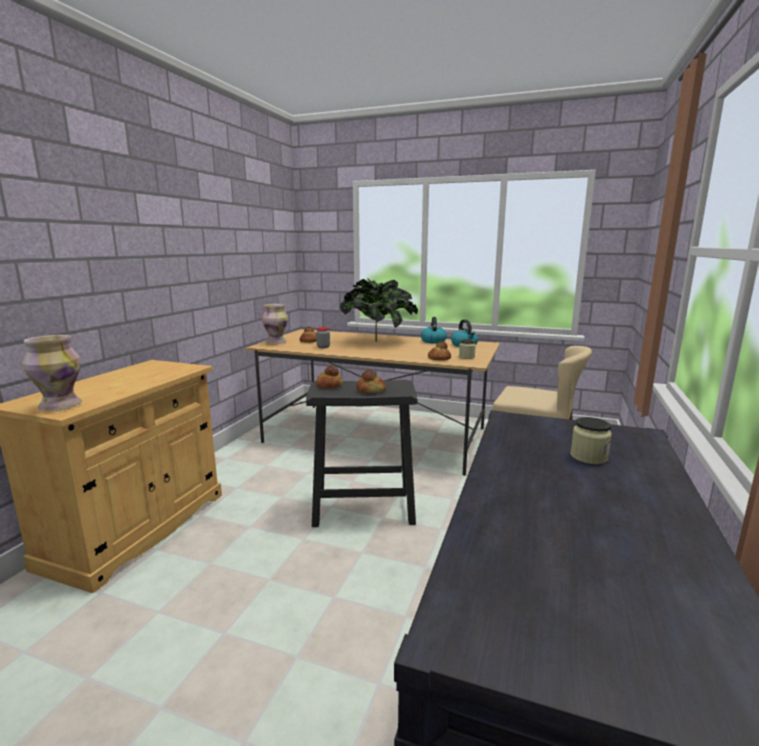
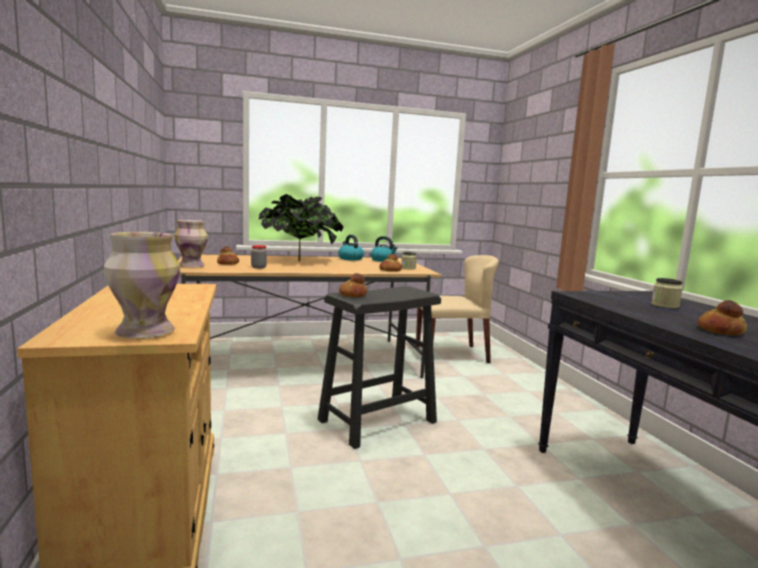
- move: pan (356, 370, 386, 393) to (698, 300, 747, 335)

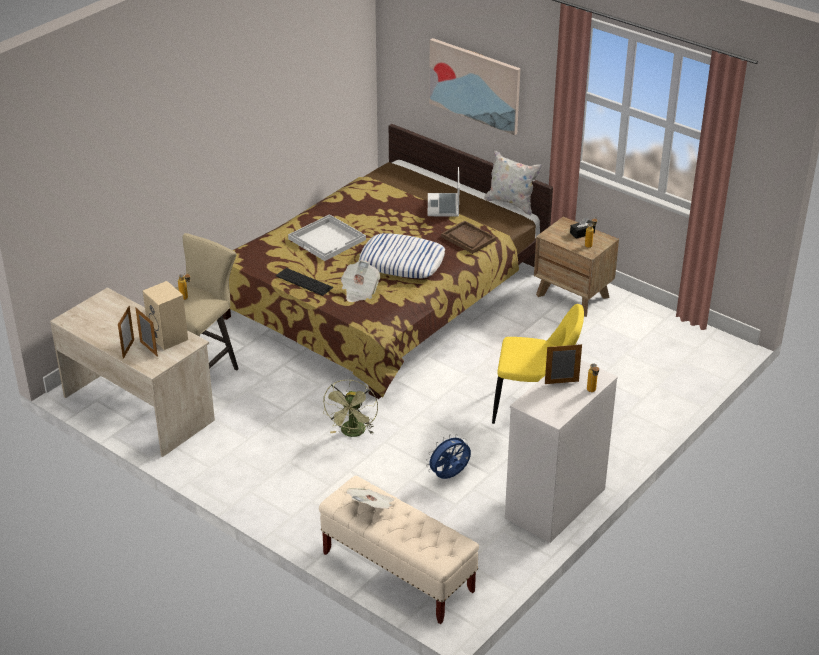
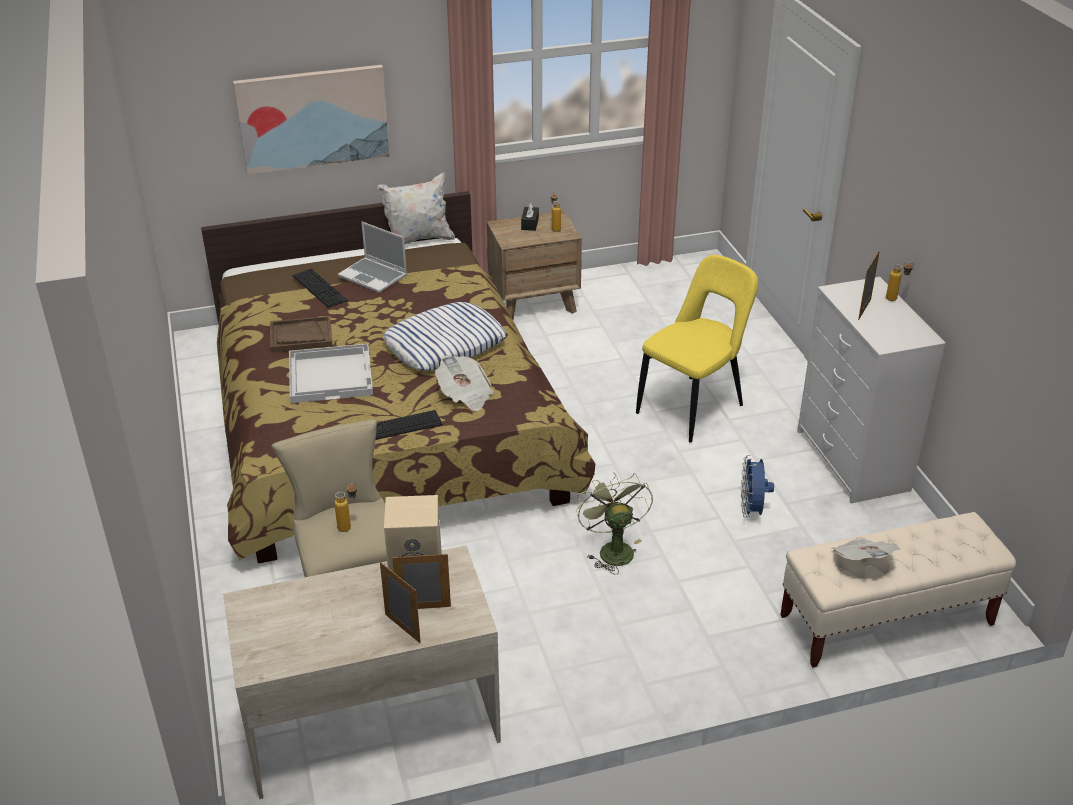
- move: bandeja (marrón) (441, 221, 496, 254) to (270, 316, 333, 352)
- rotate: ventilador (verde) (323, 379, 378, 437) = (576, 473, 653, 574) 150 degrees counterclockwise
- insert: teclado (292, 269, 348, 308)

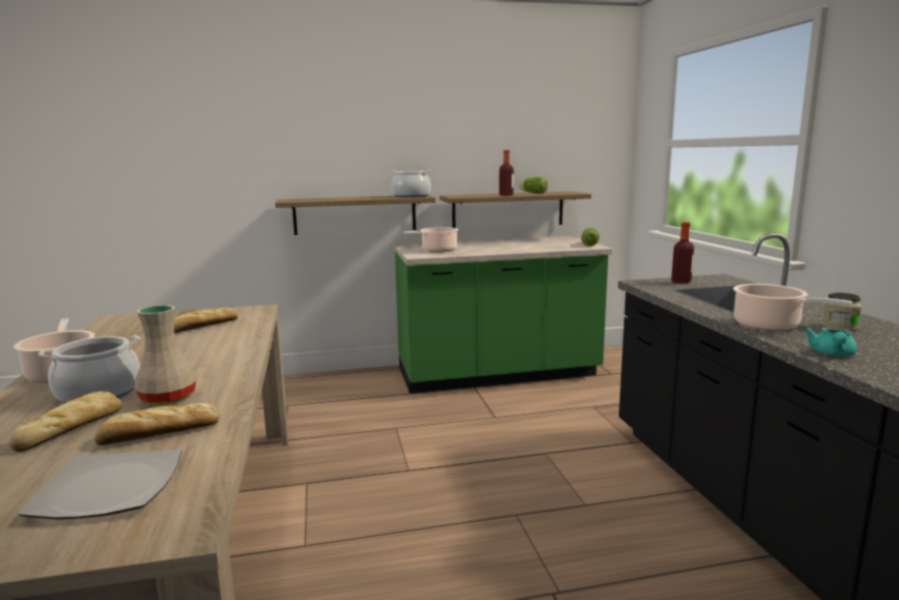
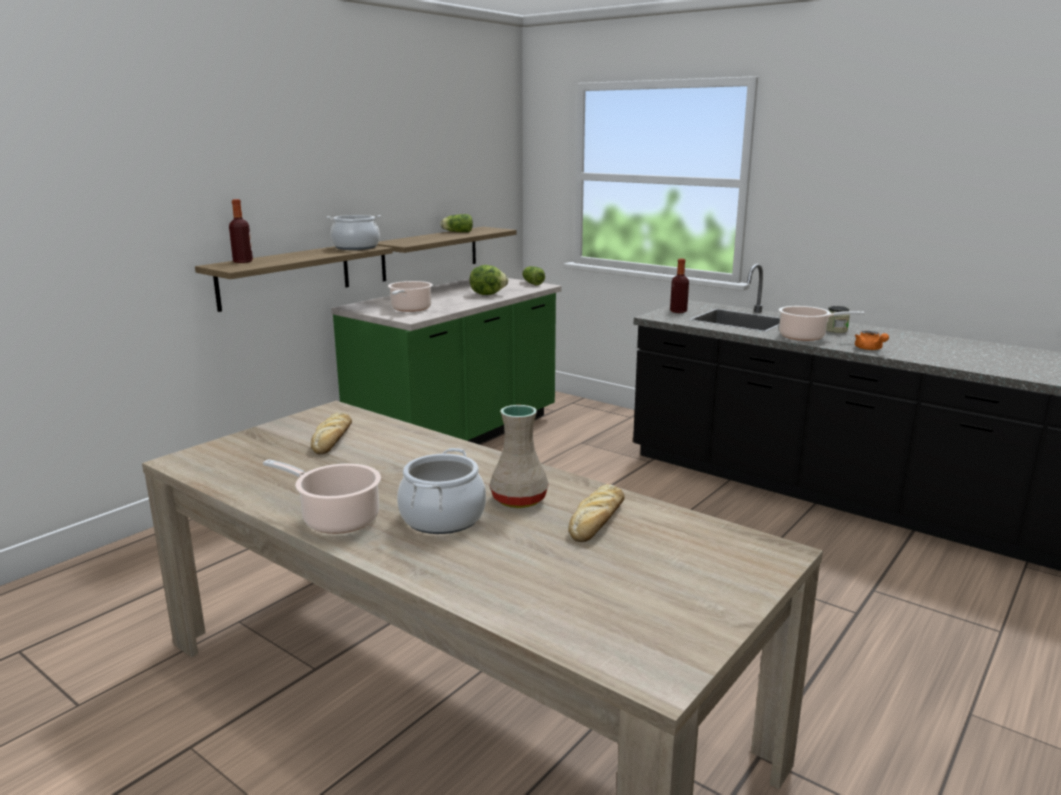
- move: botella (499, 150, 514, 196) to (229, 199, 253, 263)
- recolor: tetera (turquesa) (804, 327, 857, 356) to tetera (naranja) (855, 331, 889, 350)
- delete: pan (9, 391, 122, 452)
- delete: plato (19, 449, 182, 519)
- insert: lechuga (470, 265, 509, 295)

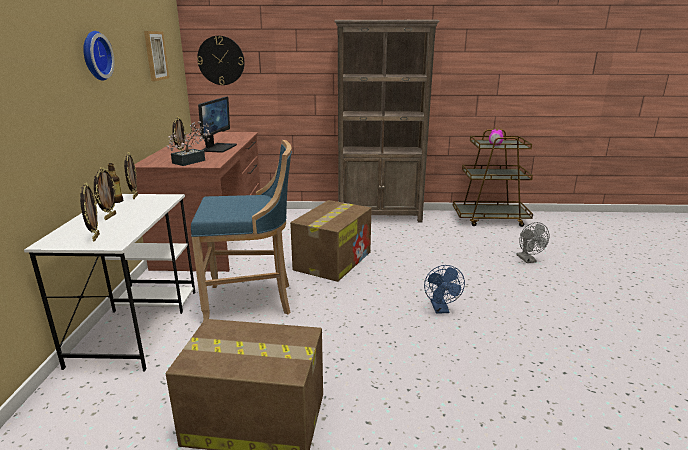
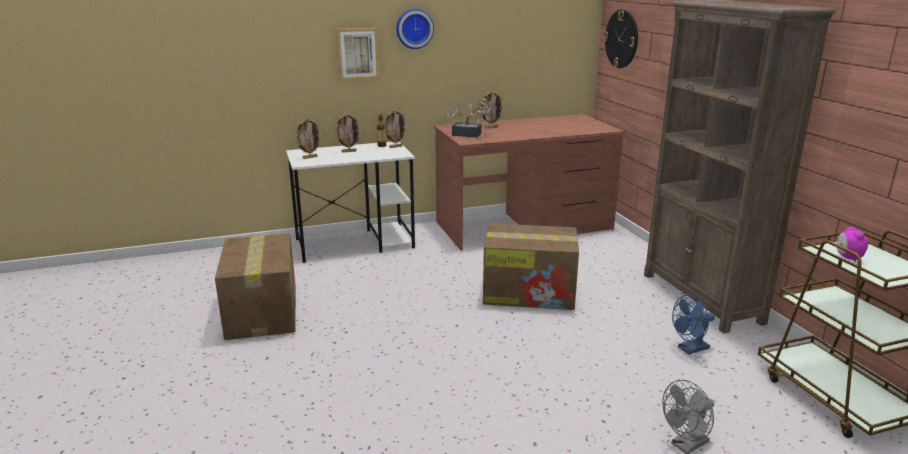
- move: cuadro (144, 31, 169, 81) to (336, 28, 380, 81)
- delete: monitor (198, 97, 237, 153)
- delete: taburete (azul) (191, 140, 292, 321)
- move: ventilador (azul) (424, 265, 465, 314) to (672, 294, 715, 354)

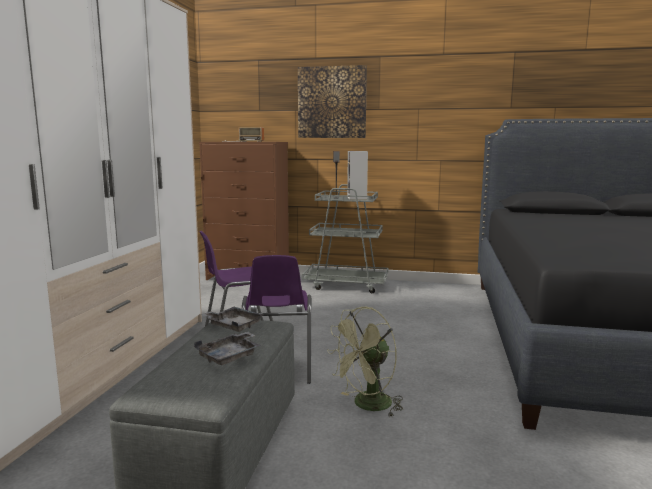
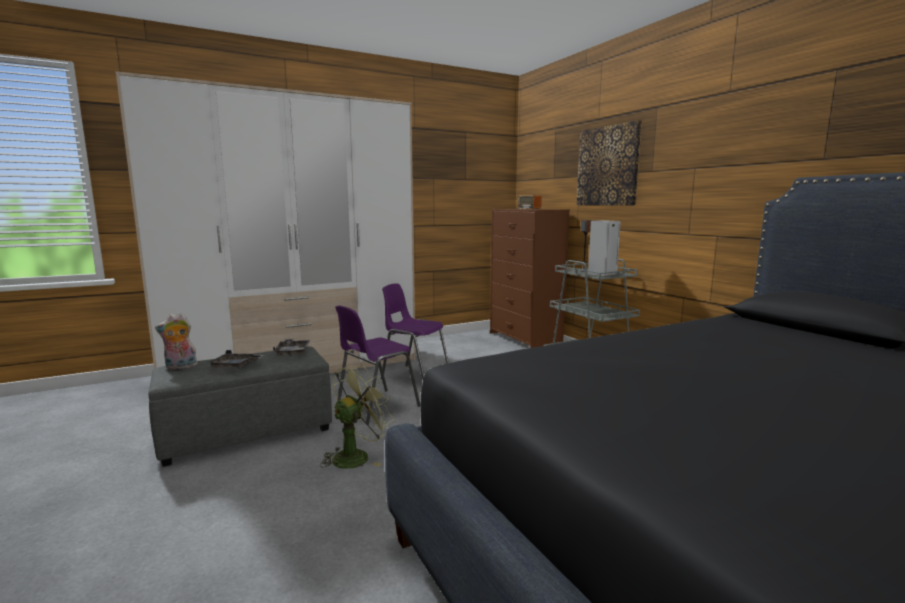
- rotate: ventilador (verde) (327, 306, 403, 418) = (320, 364, 394, 469) 120 degrees clockwise
- insert: peluche (155, 313, 198, 370)

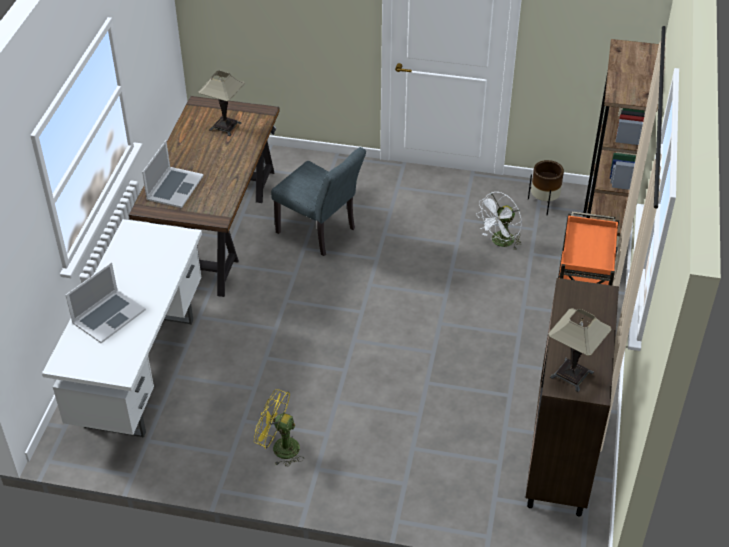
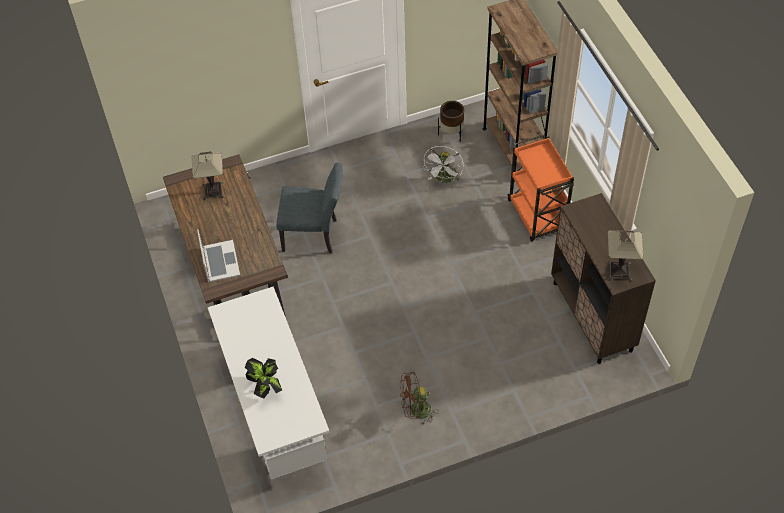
- replace: portátil (66, 262, 146, 343) to planta en maceta (245, 358, 282, 399)
- recolor: ventilador (amarillo) (254, 389, 304, 467) to ventilador (marrón) (400, 372, 437, 425)

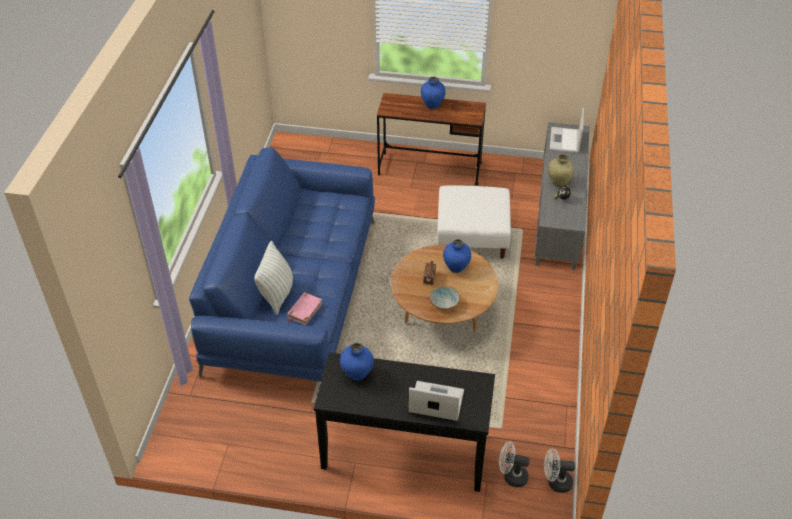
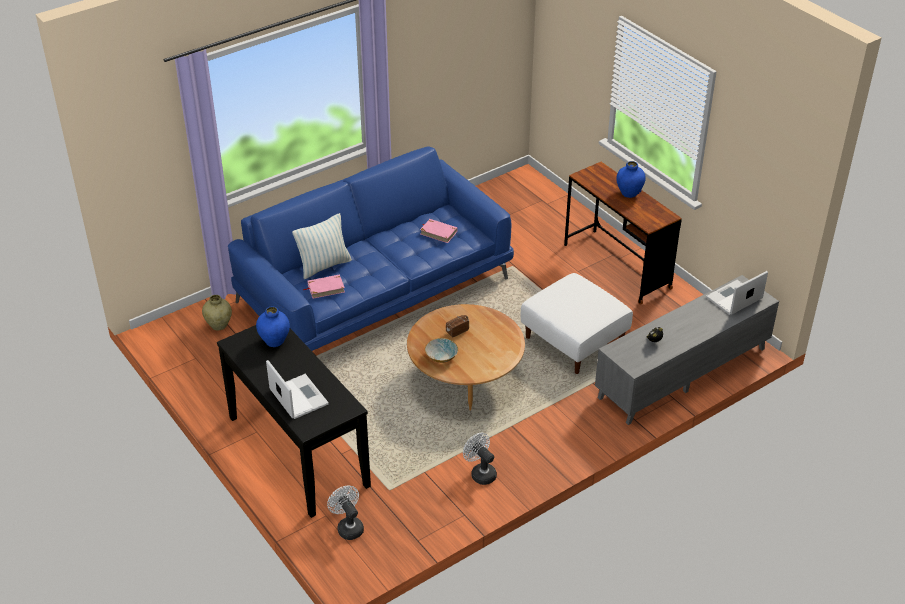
- move: florero (beis) (548, 154, 574, 187) to (202, 295, 232, 330)
- delete: florero (azul) (443, 239, 471, 273)
- move: ventilador (blanco) (544, 448, 575, 493) to (463, 433, 497, 485)
- insert: libro (rosa) (420, 219, 458, 243)

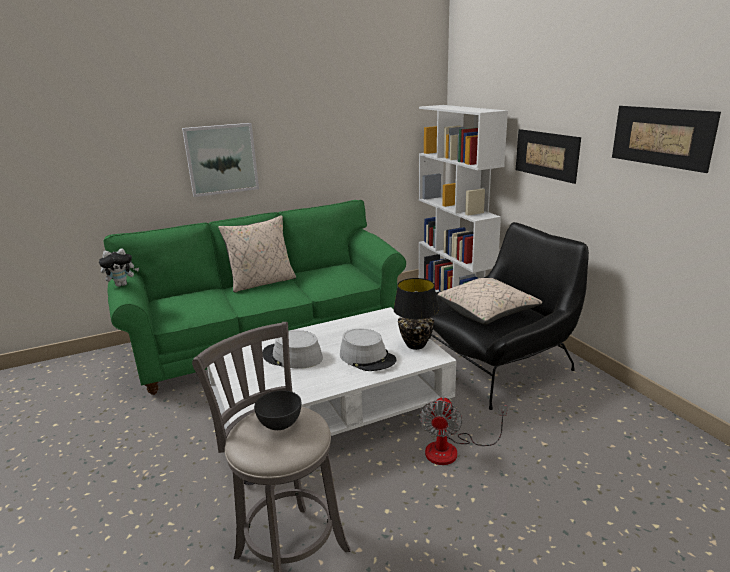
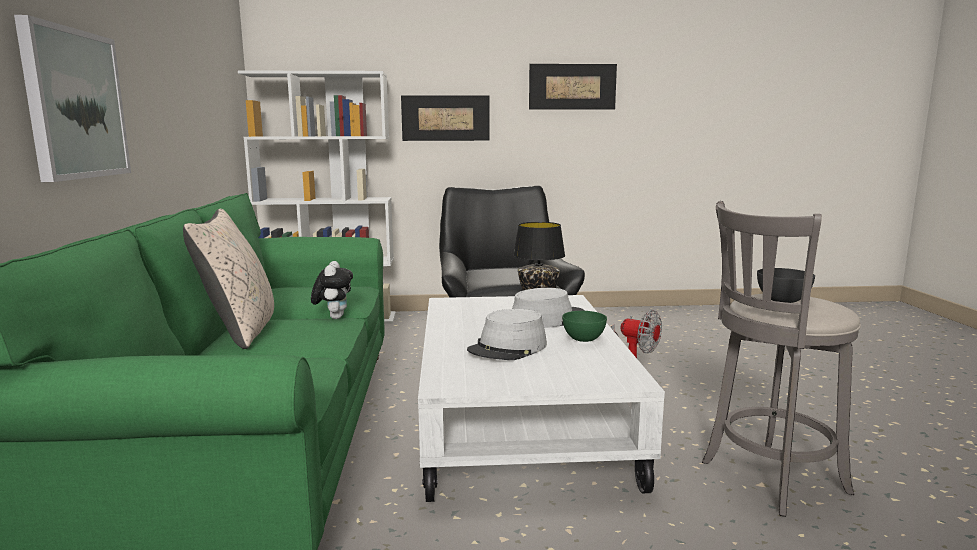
- move: peluche (99, 248, 139, 287) to (311, 261, 353, 319)
- delete: cojín (beis) (437, 278, 542, 324)
- insert: cuenco (verde) (562, 311, 607, 342)

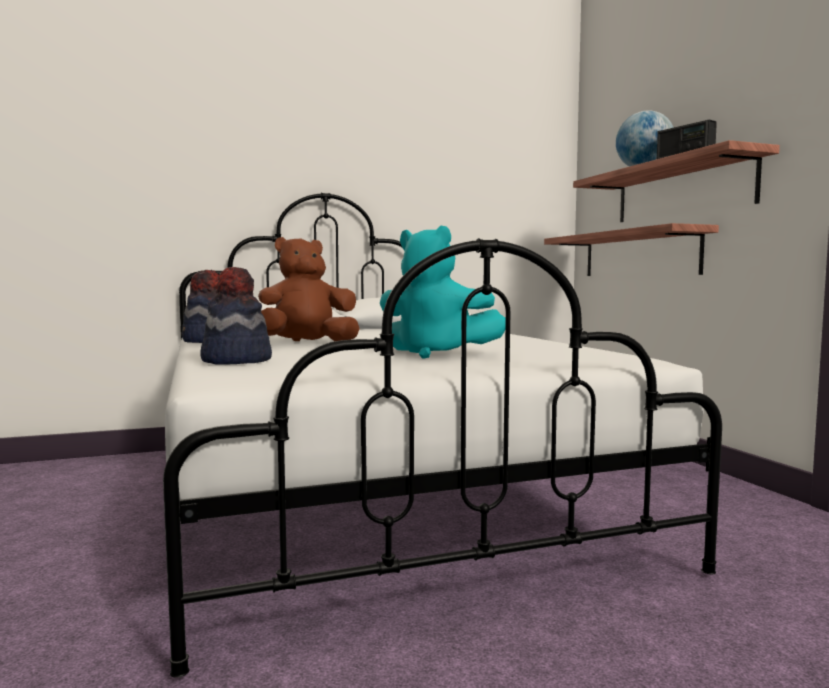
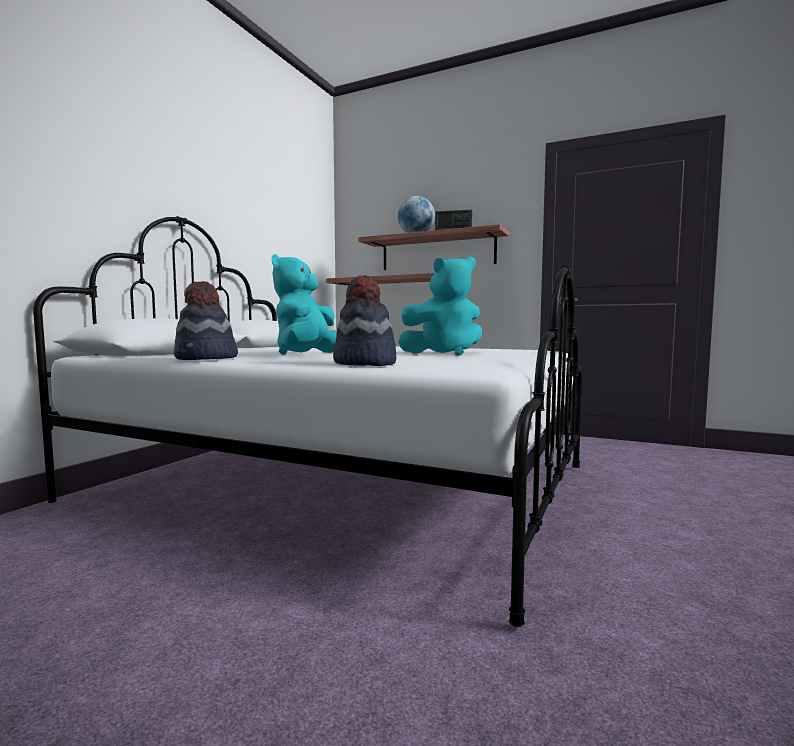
- recolor: peluche (marrón) (258, 237, 360, 341) to peluche (turquesa) (272, 254, 337, 355)

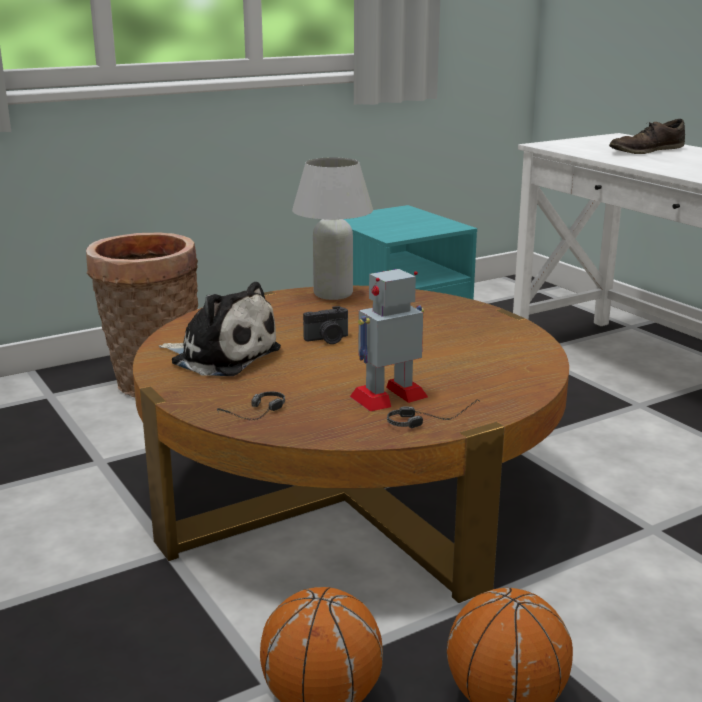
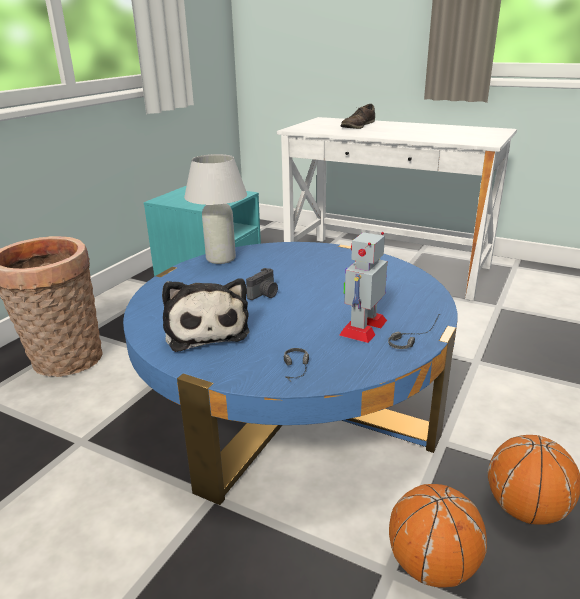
- rotate: peluche (159, 282, 281, 376) = (162, 278, 249, 352) 75 degrees clockwise
- recolor: mesa de centro (marrón) (133, 286, 569, 603) to mesa de centro (azul) (123, 242, 458, 505)

